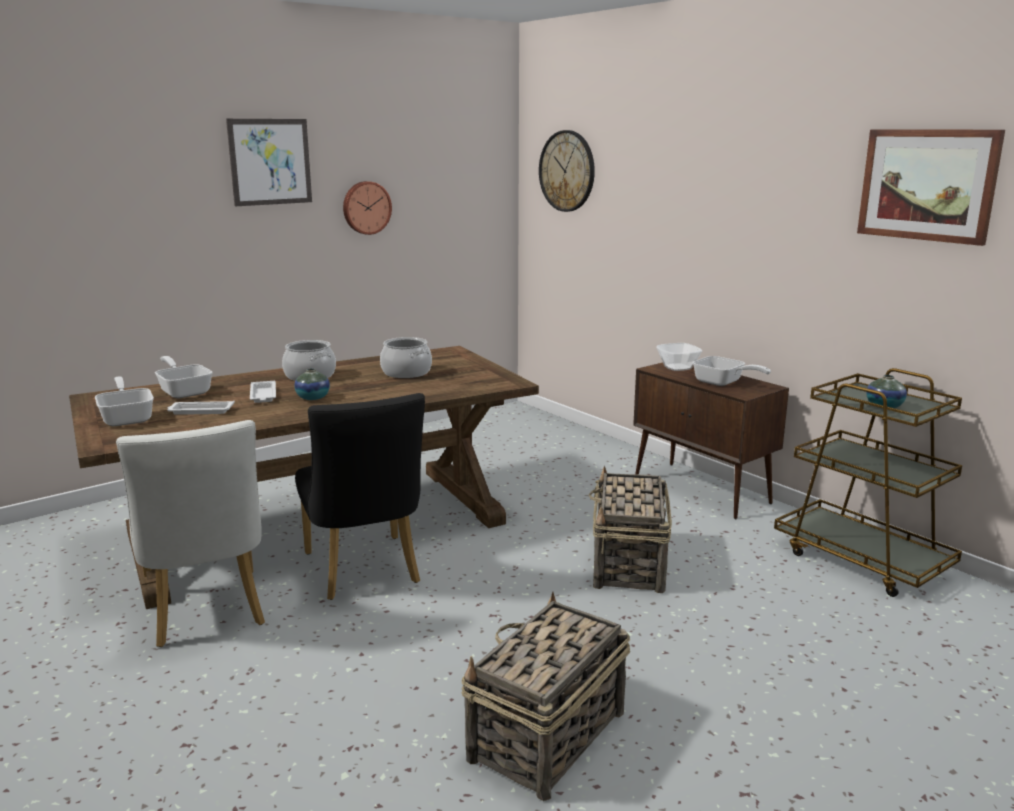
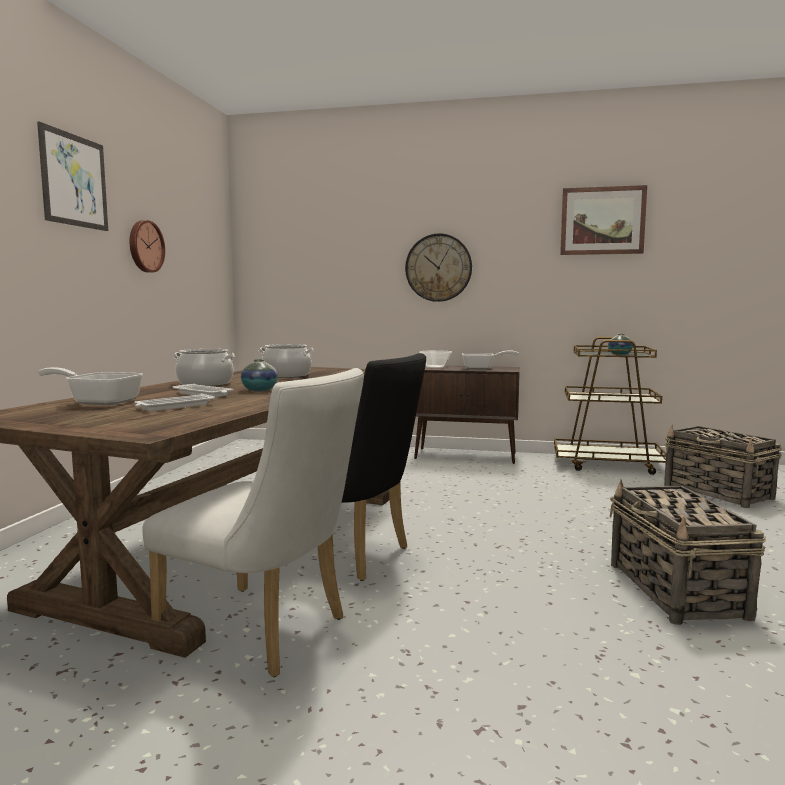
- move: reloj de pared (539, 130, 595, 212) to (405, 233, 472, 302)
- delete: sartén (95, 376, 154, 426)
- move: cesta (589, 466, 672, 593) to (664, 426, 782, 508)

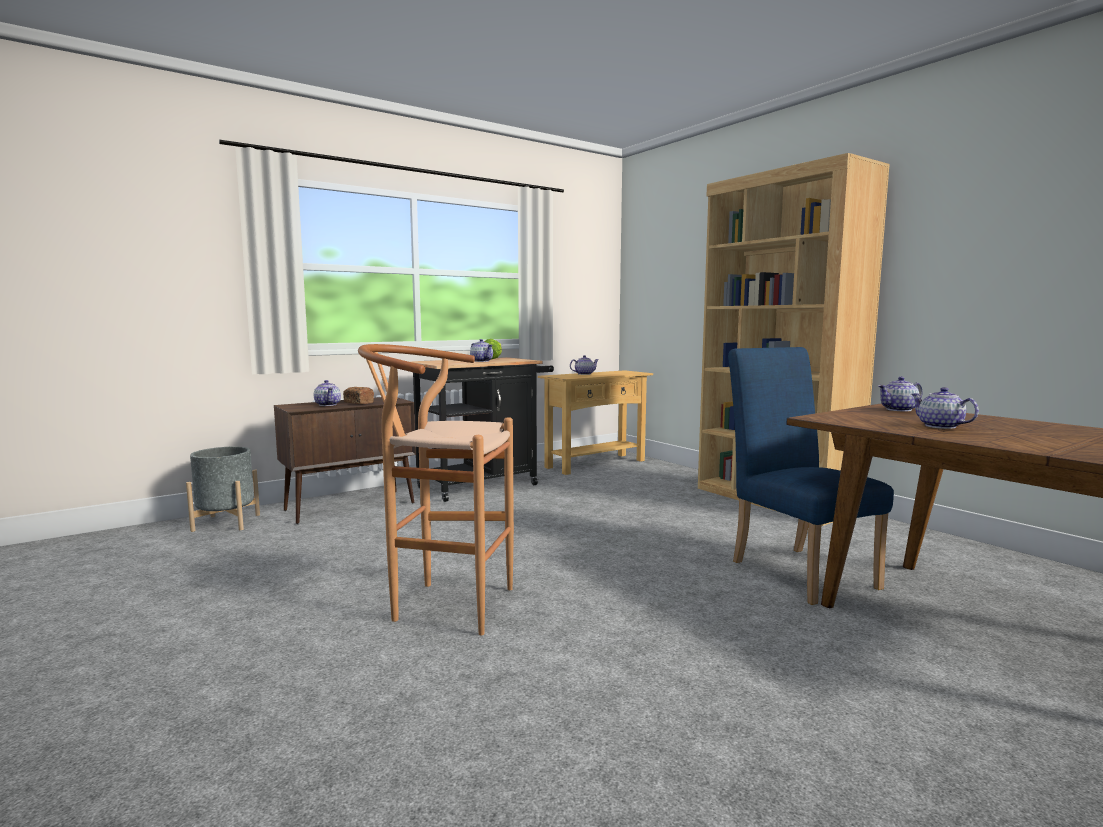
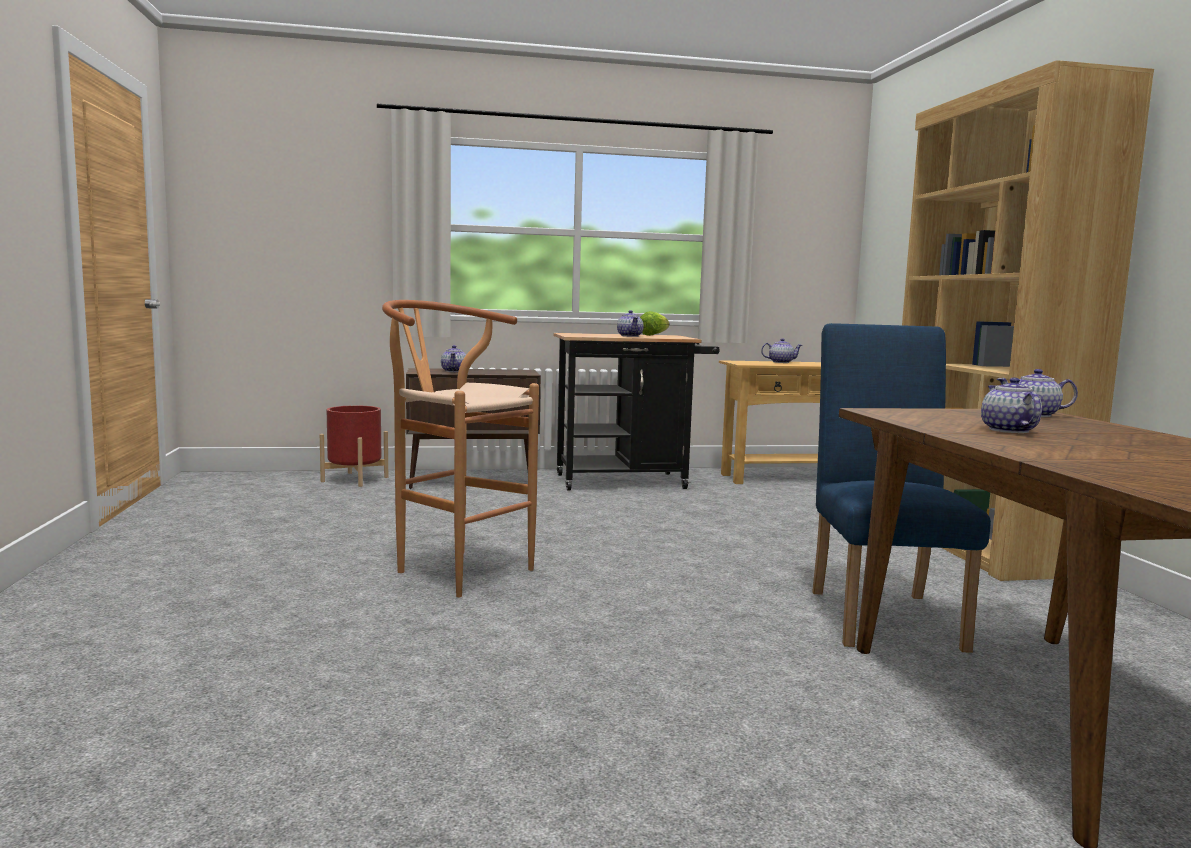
- delete: pan (343, 387, 374, 404)
- recolor: maceta (gris) (186, 447, 260, 532) to maceta (rojo) (320, 405, 388, 487)

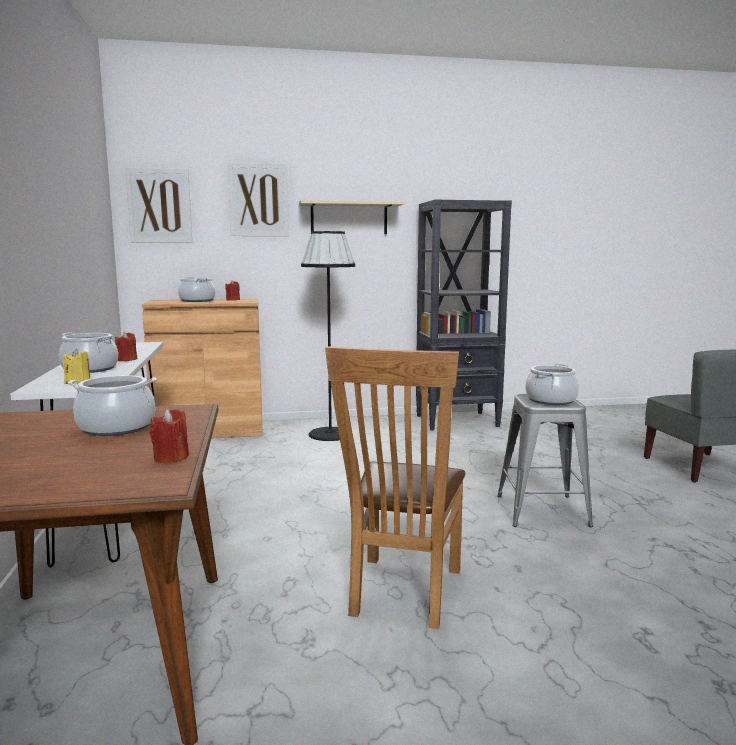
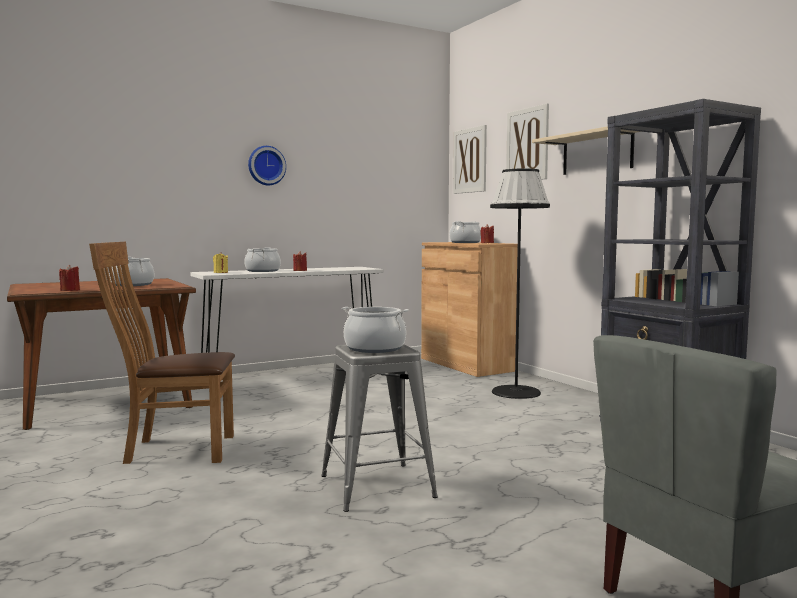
- insert: reloj de pared (248, 146, 286, 185)

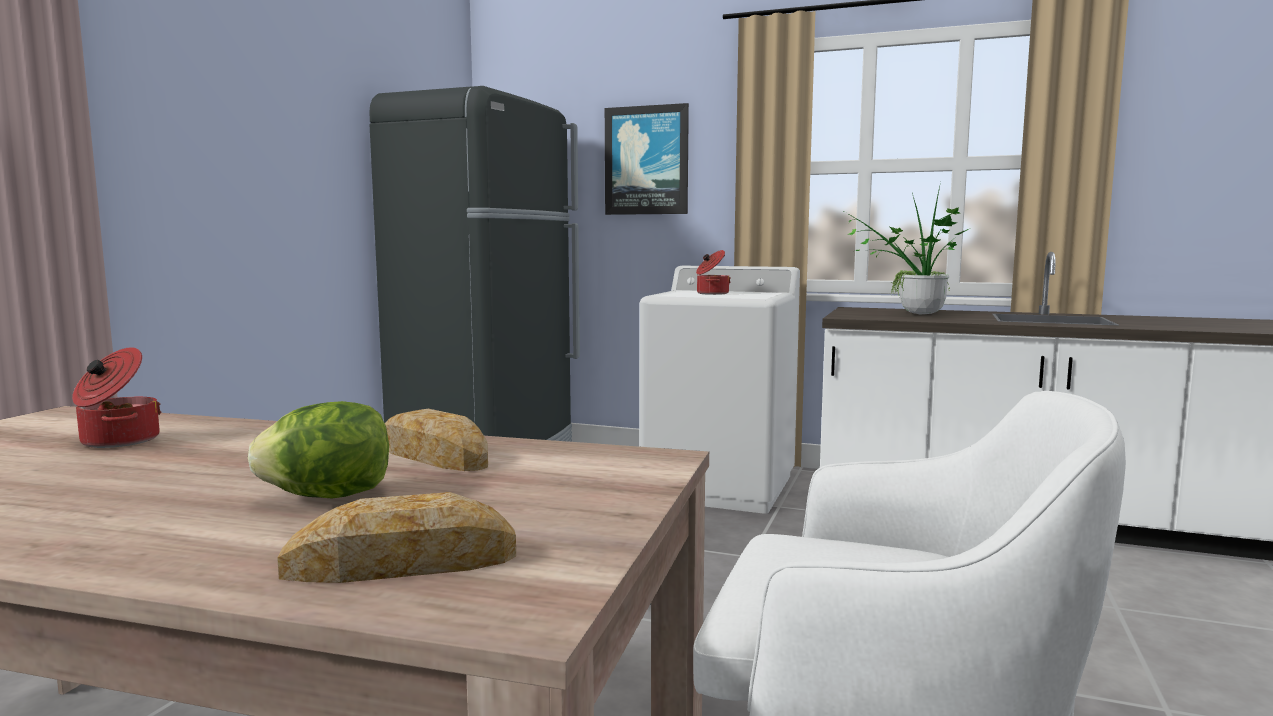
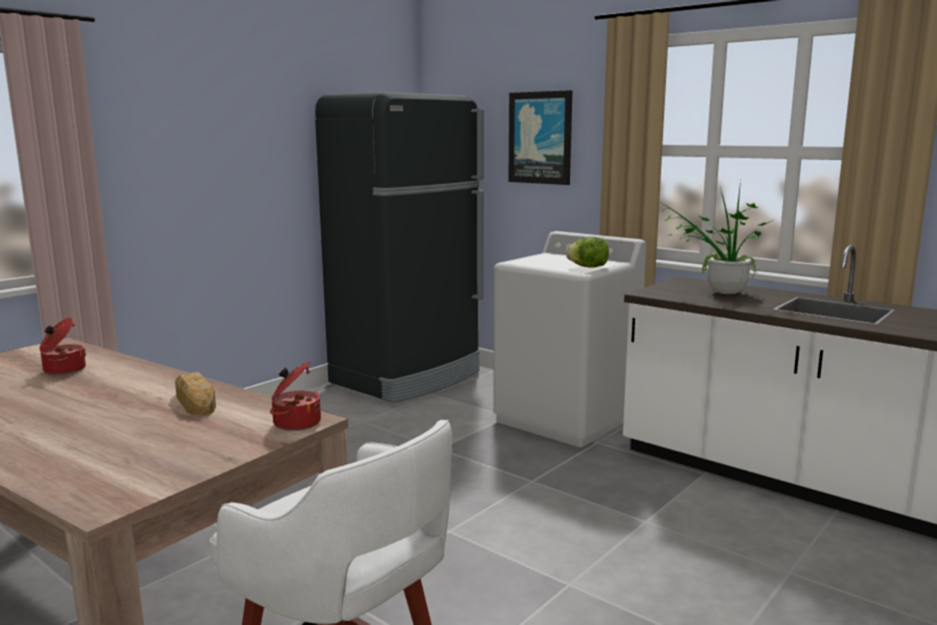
- move: olla (696, 250, 731, 295) to (270, 361, 321, 431)
- move: lechuga (248, 401, 389, 499) to (566, 237, 609, 268)
- delete: pan (277, 492, 516, 583)

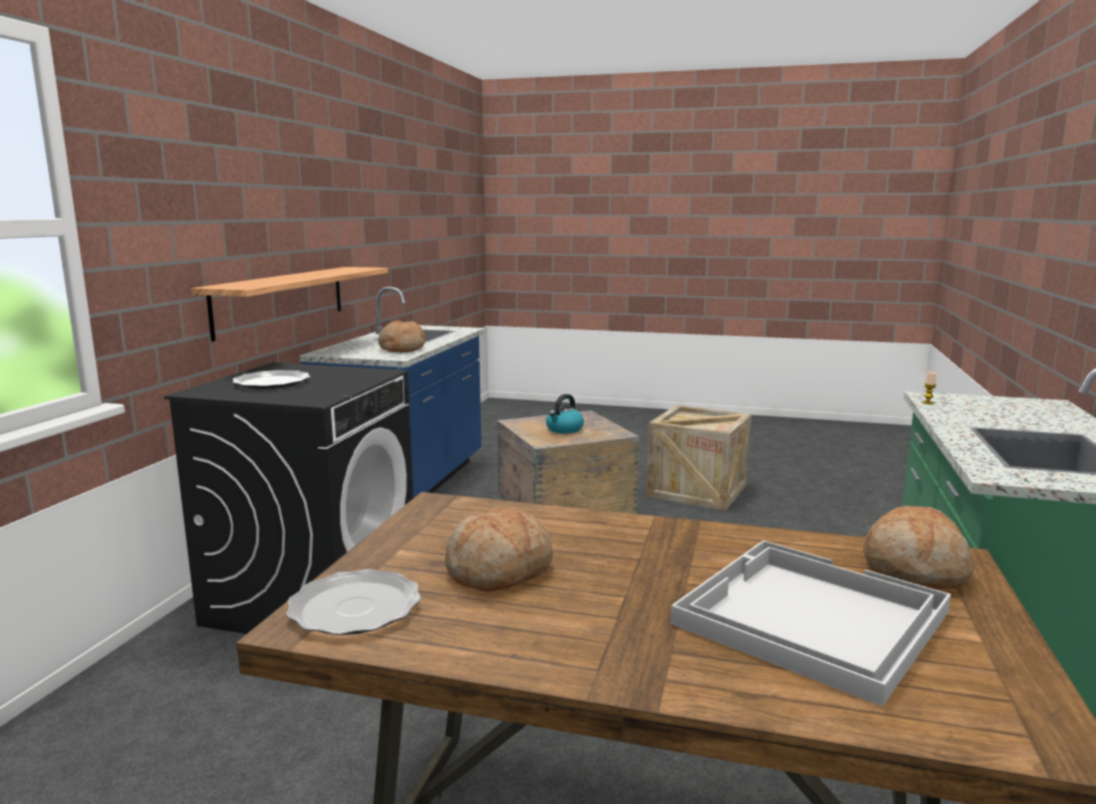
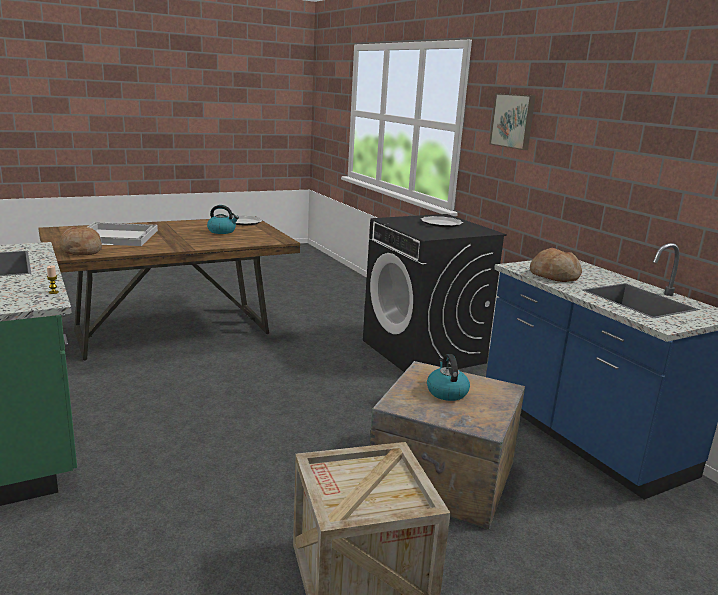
- delete: estante (191, 267, 388, 342)
- replace: pan (445, 508, 553, 592) to hervidor (207, 205, 239, 234)
- insert: cuadro (489, 93, 535, 150)

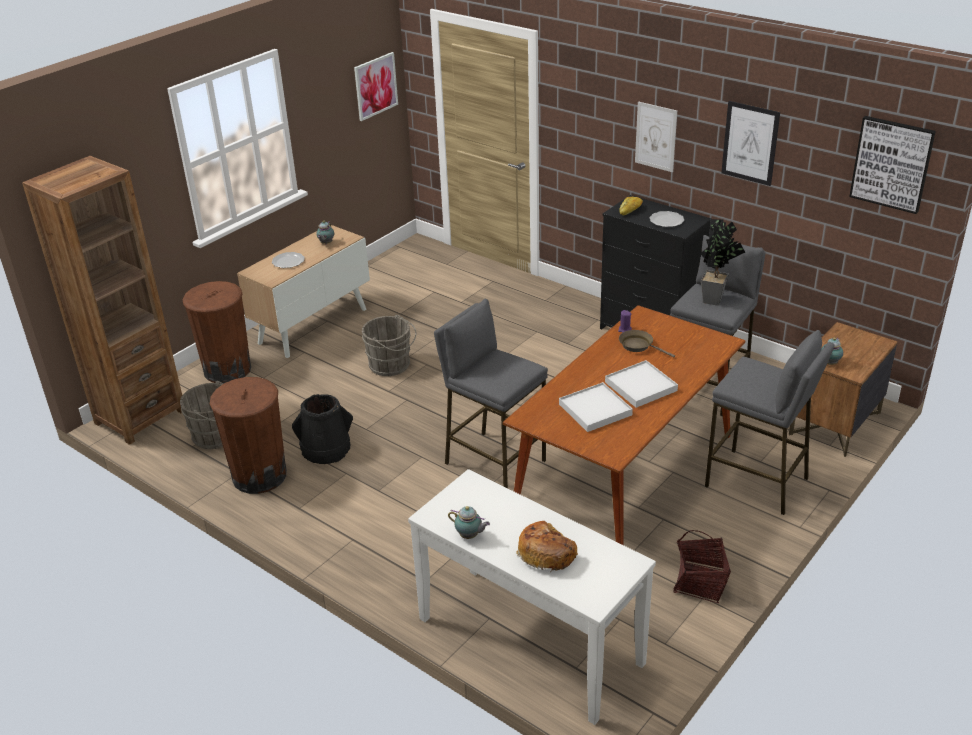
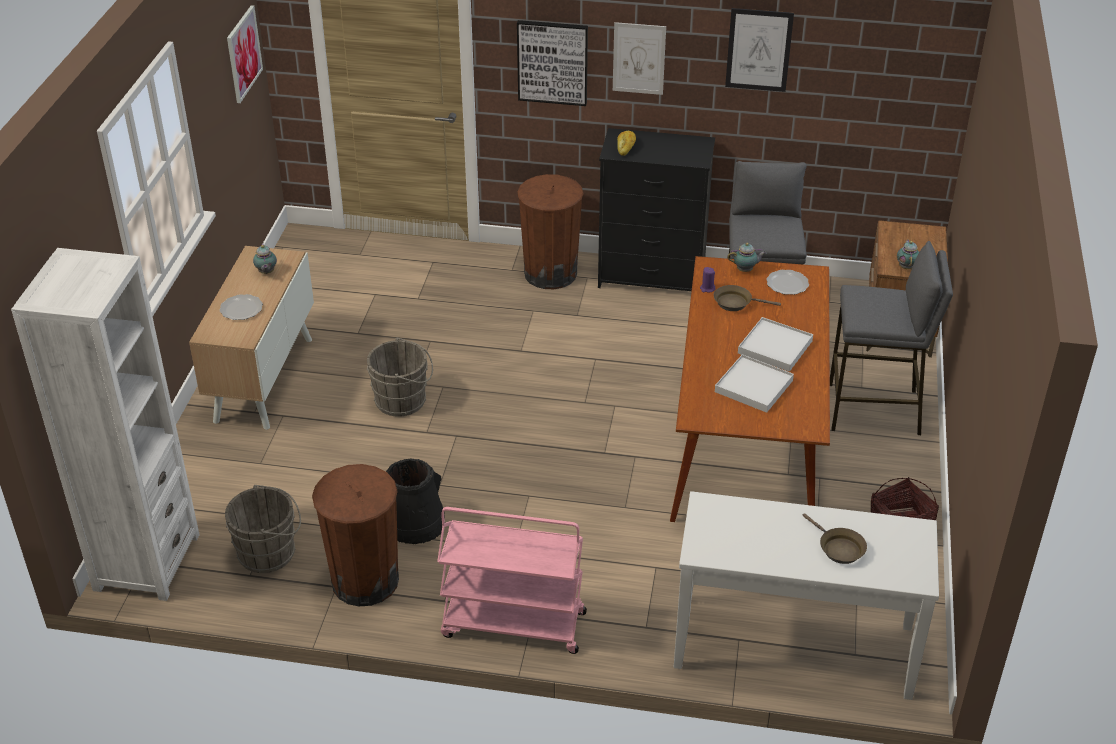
- move: cuadro (849, 116, 936, 214) to (517, 20, 588, 106)
- recolor: estantería (marrón) (22, 156, 182, 445) to estantería (blanco) (11, 248, 200, 601)
- move: plato (649, 211, 684, 227) to (766, 270, 809, 295)
- delete: planta en maceta (700, 219, 746, 306)
- move: papelera (marrón) (182, 281, 251, 384) to (517, 174, 583, 289)
- delete: taburete (gris) (434, 299, 548, 488)
- move: tetera (448, 506, 490, 539) to (727, 243, 767, 272)
- replace: pan (516, 521, 578, 572) to sartén (marrón) (803, 513, 867, 564)
- insert: carrito (rosa) (437, 507, 587, 654)

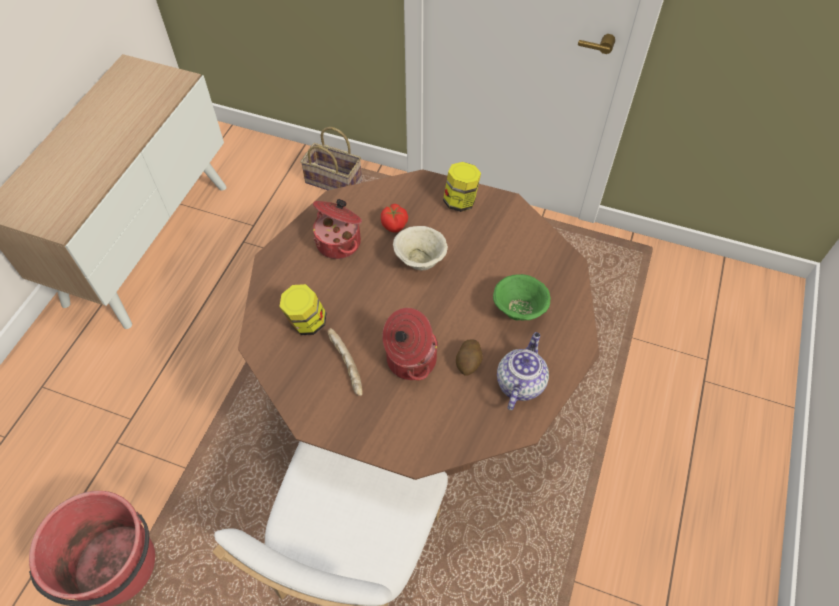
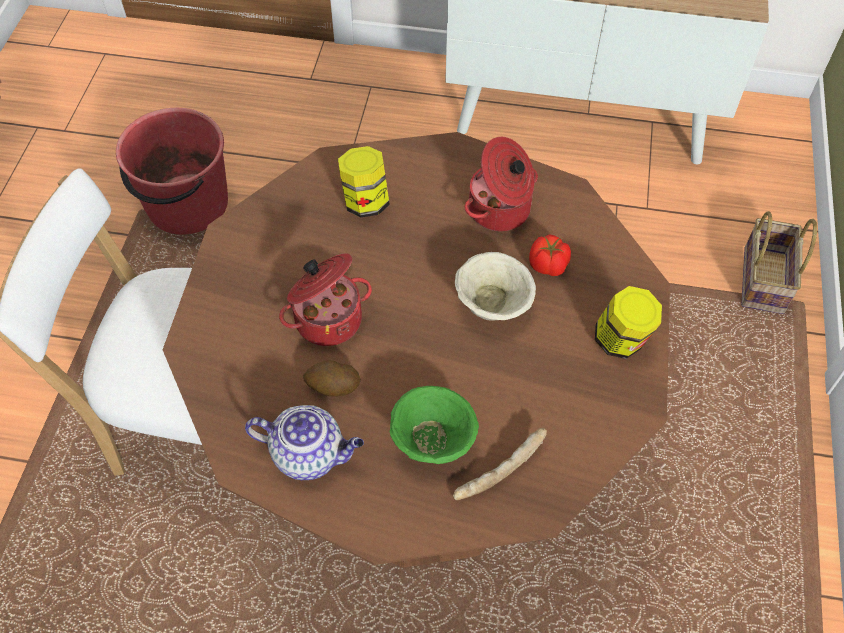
- move: pan (327, 328, 363, 396) to (453, 428, 547, 500)

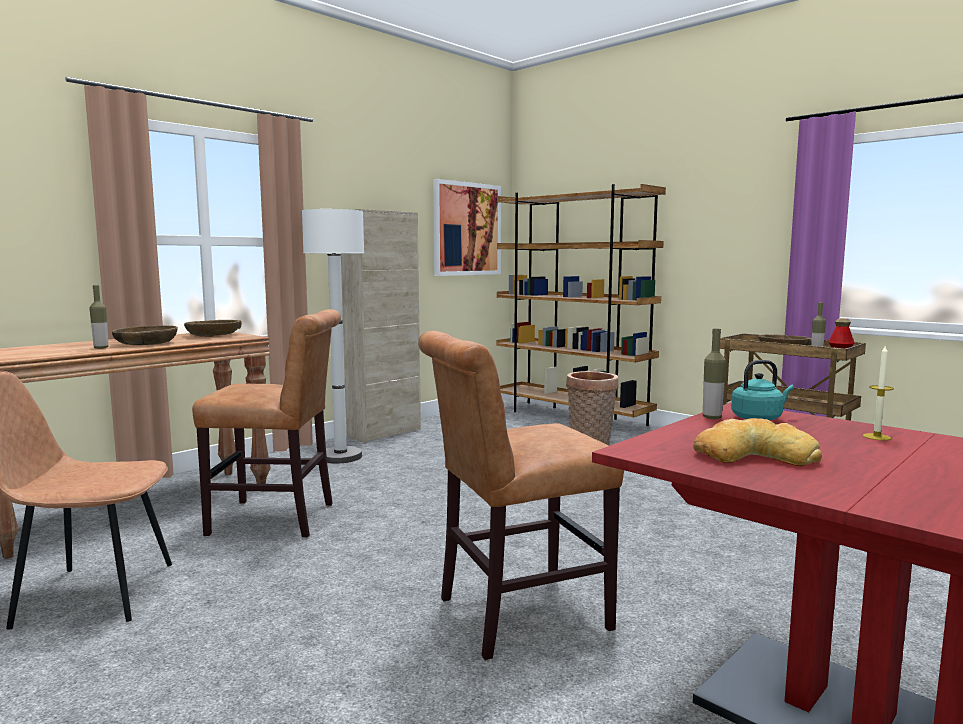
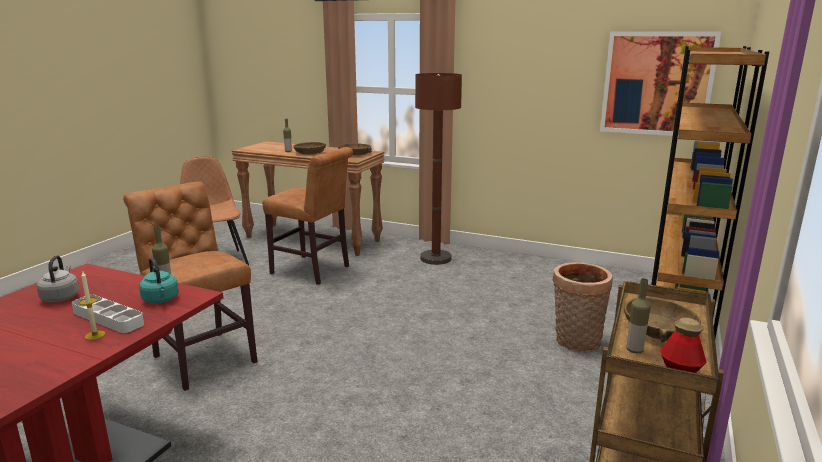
- recolor: lámpara de pie (blanco) (302, 209, 364, 463) to lámpara de pie (marrón) (415, 73, 462, 265)
- delete: armario (beis) (341, 209, 421, 443)
- rotate: silla (marrón) (192, 309, 341, 538) = (262, 147, 353, 285) 45 degrees counterclockwise
- replace: pan (693, 418, 822, 466) to hervidor (gris) (36, 255, 79, 302)
- insert: bandeja (blanco) (72, 295, 144, 333)

